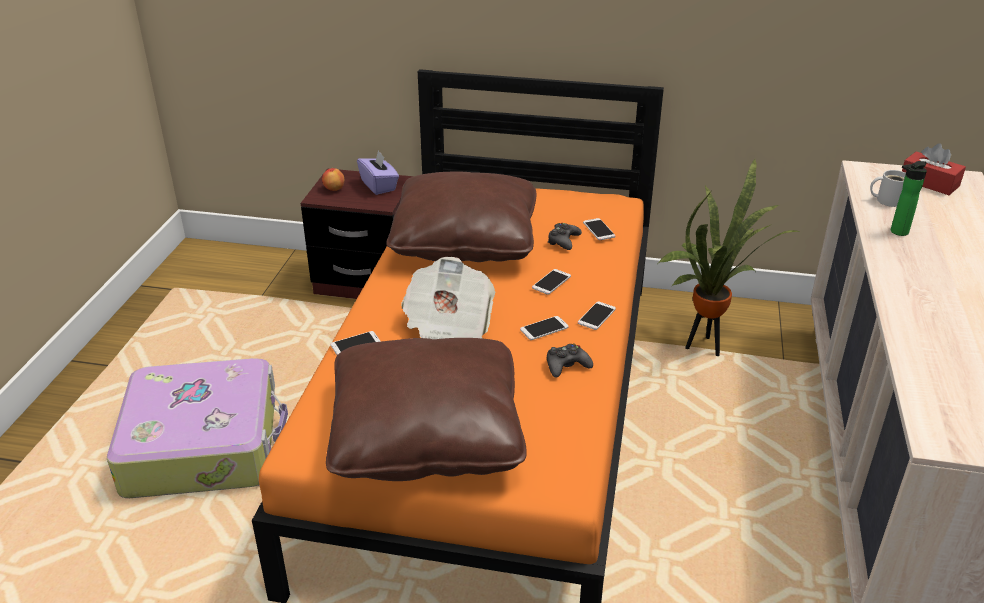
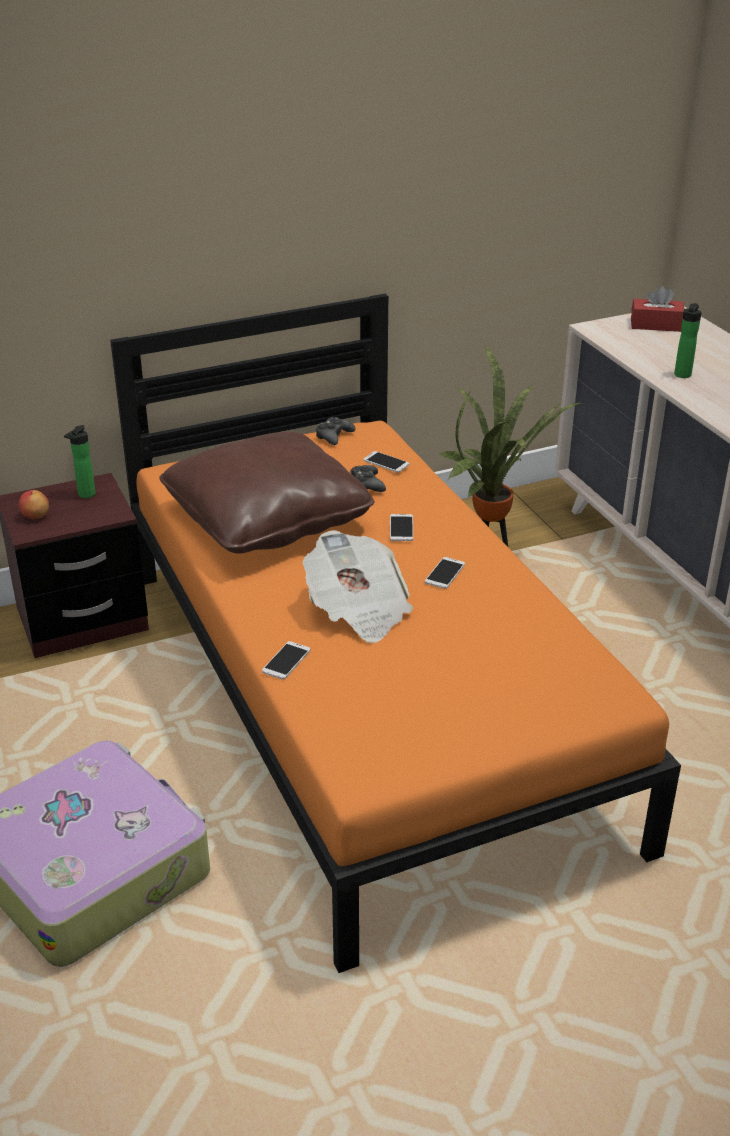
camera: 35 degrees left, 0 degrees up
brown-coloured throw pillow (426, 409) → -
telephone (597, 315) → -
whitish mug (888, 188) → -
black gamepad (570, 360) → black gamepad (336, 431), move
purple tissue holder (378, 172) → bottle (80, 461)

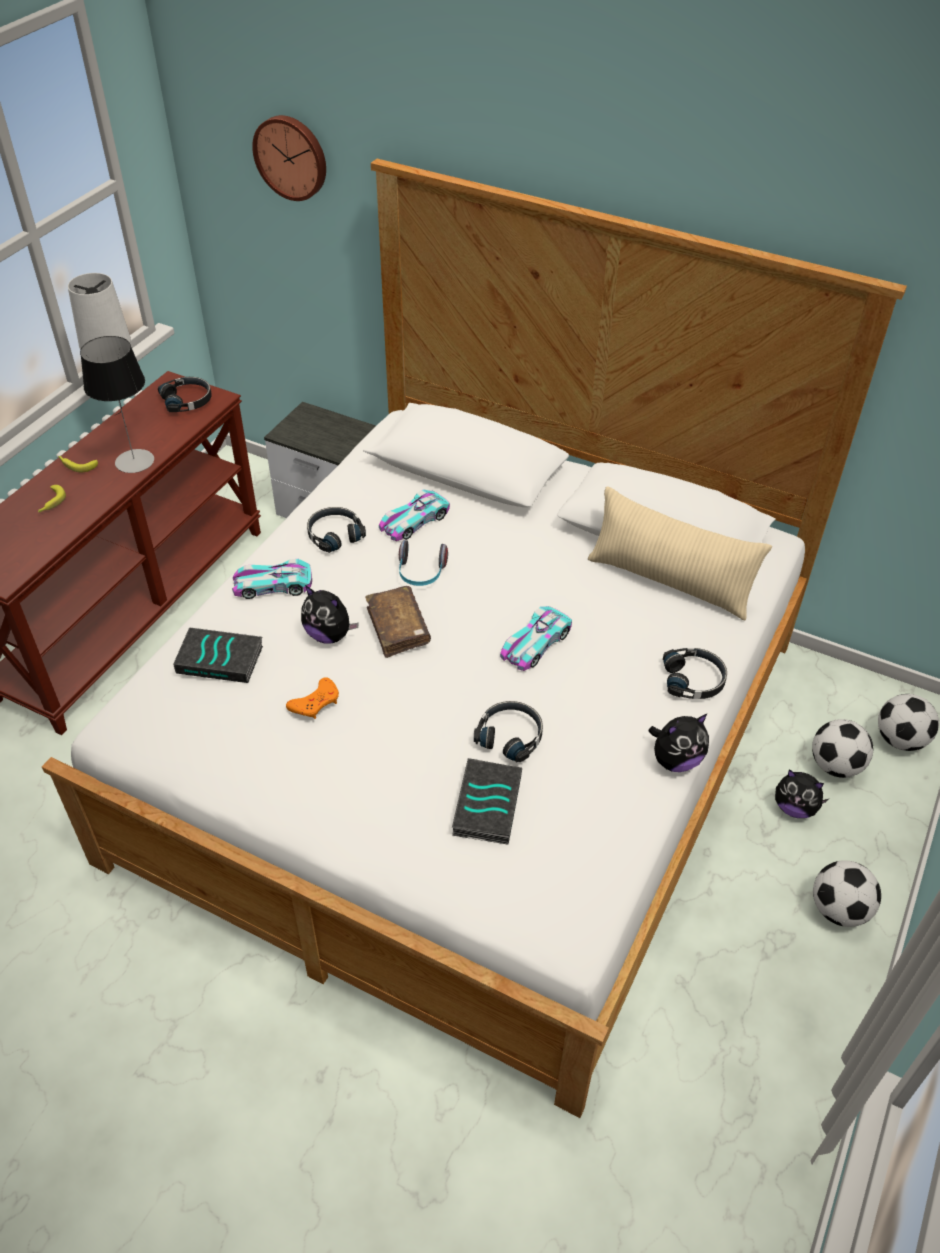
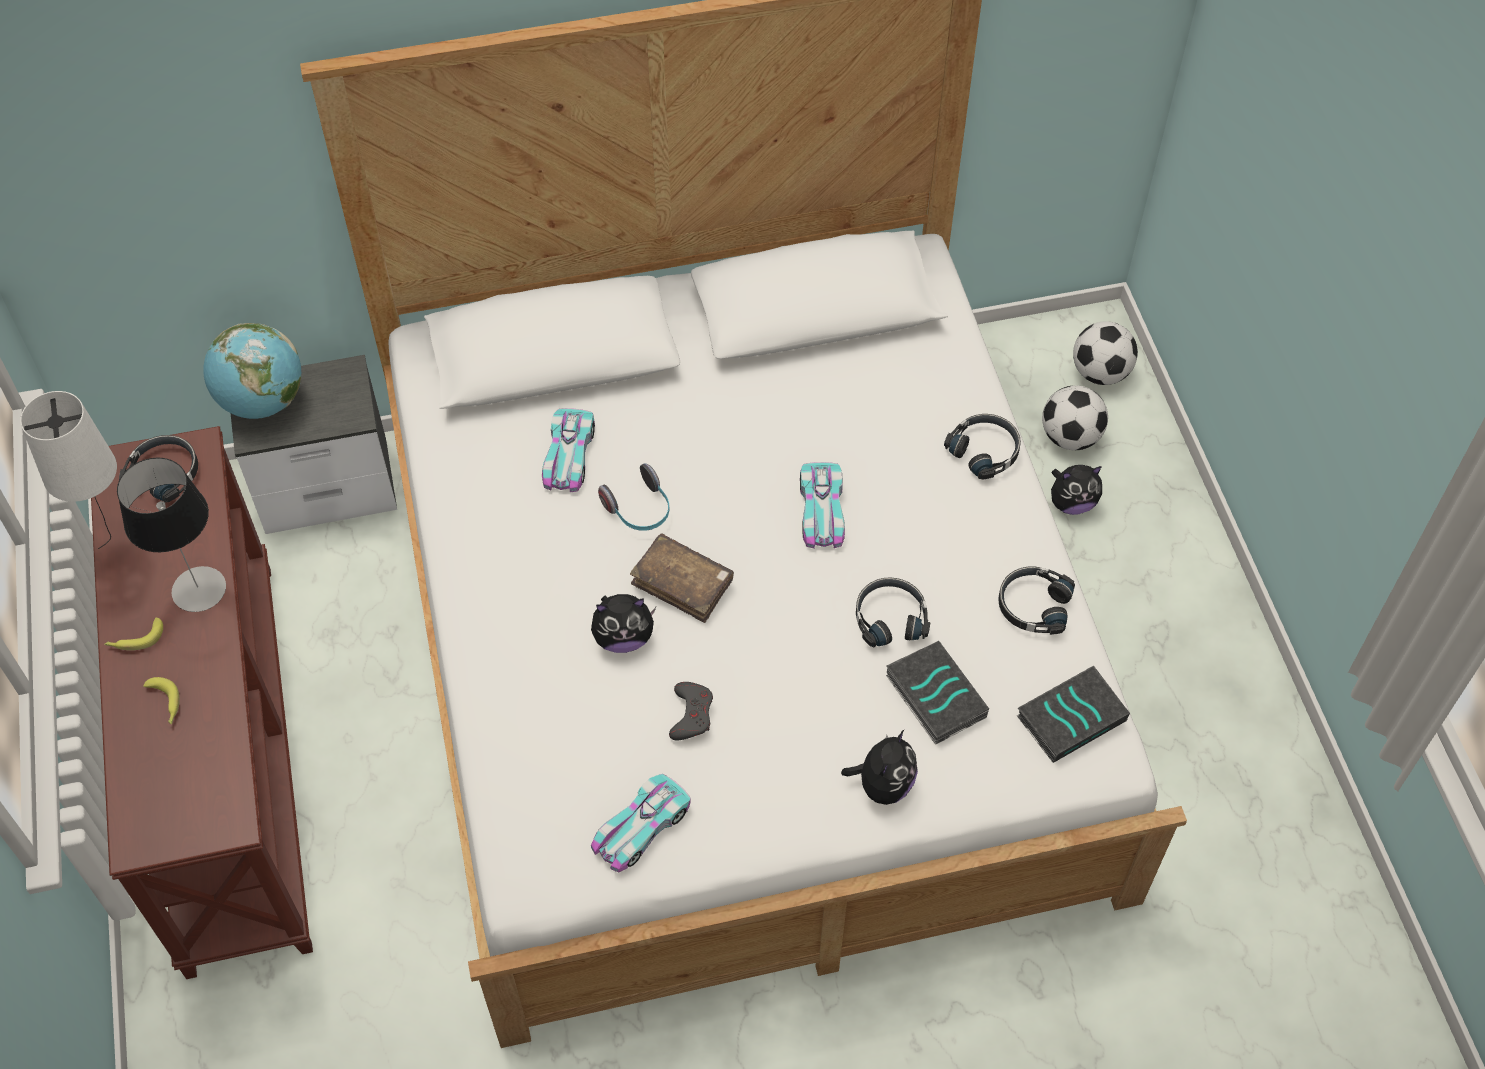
camera: 40 degrees left, 10 degrees up
wall clock (289, 158) → -
beige-coloured throw pillow (680, 553) → -
ball for football (847, 893) → -
- → globe (252, 371)
volume (218, 655) → volume (1073, 714), move
model car (272, 579) → model car (641, 823), move
black pair of headphones (336, 530) → black pair of headphones (1036, 600), move
plush toy (678, 742) → plush toy (879, 767), move
orange-coloured gamepad (312, 698) → grey gamepad (691, 711)

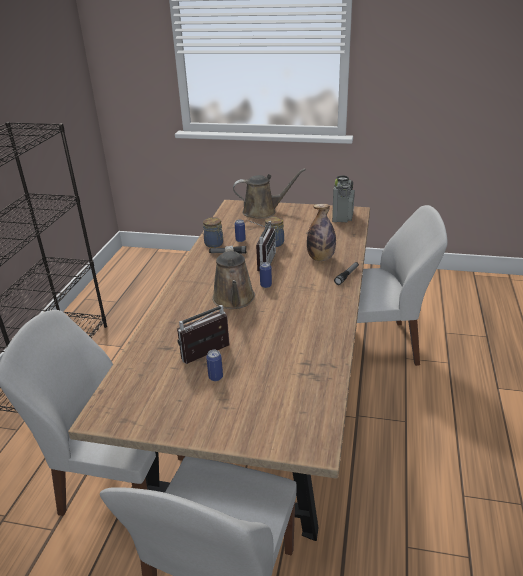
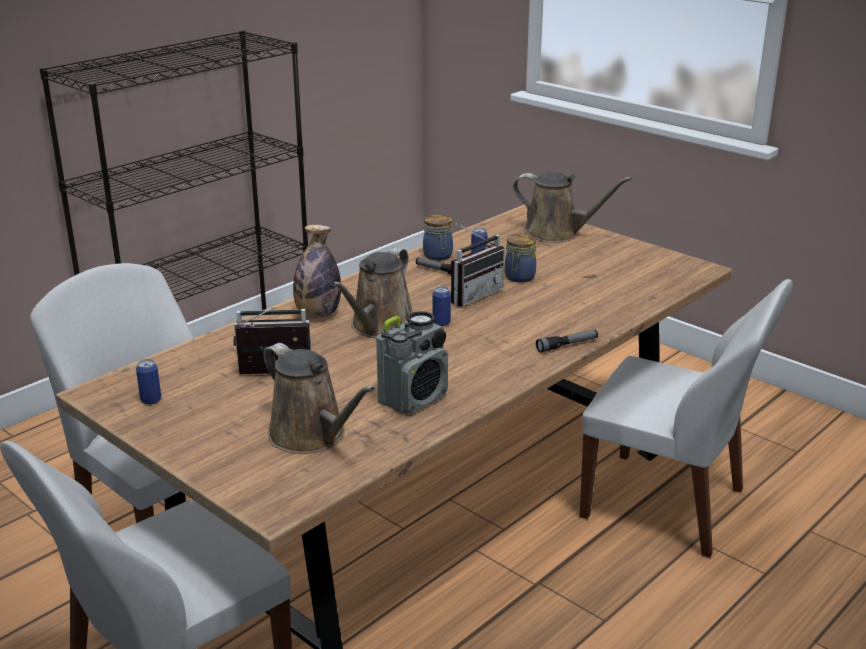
camera: 30 degrees right, 5 degrees down
- → brown-coloured sprinkling can (319, 398)
metal can (214, 365) → metal can (148, 382), move
bottle (321, 232) → bottle (317, 271), move
radio (343, 199) → radio (412, 362), move

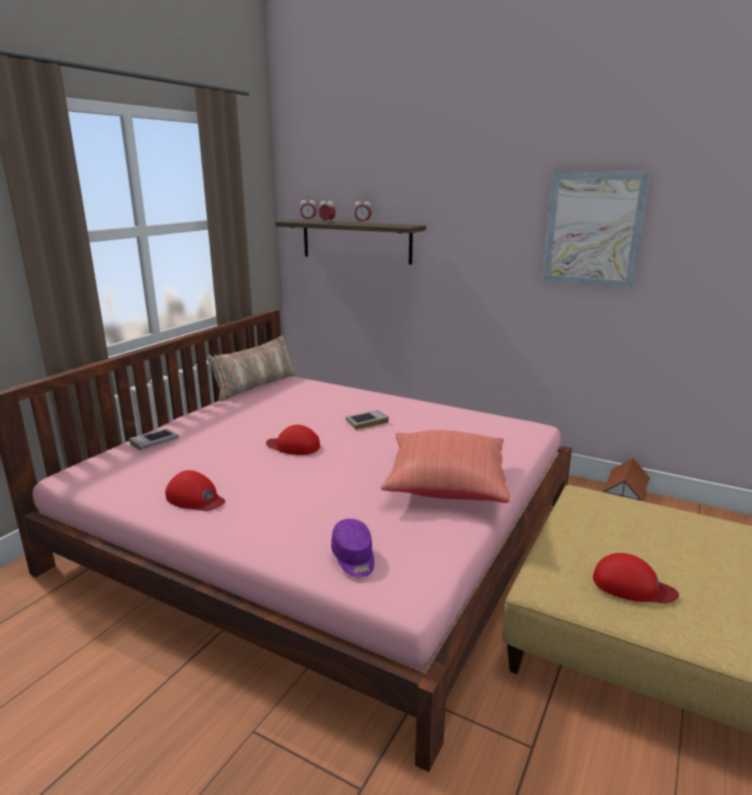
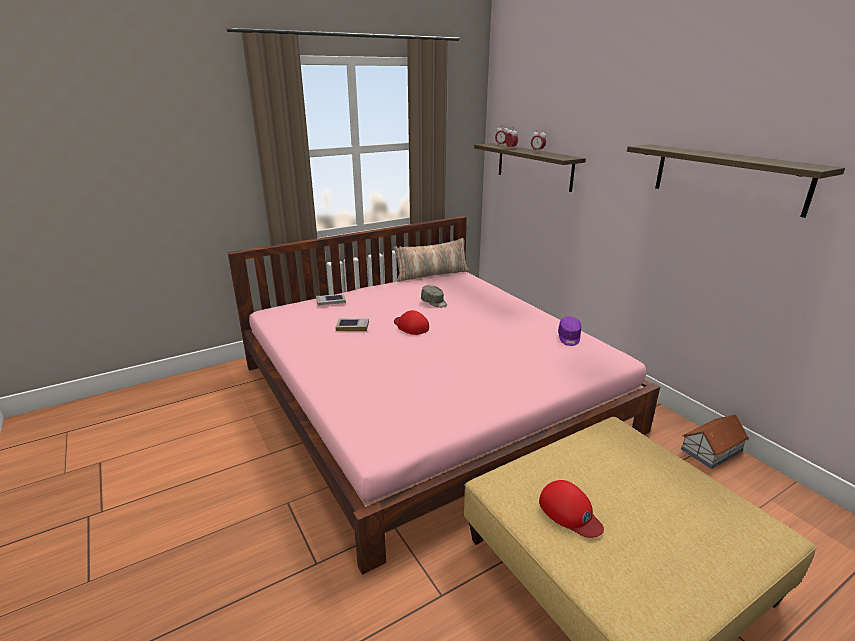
camera: 30 degrees right, 5 degrees up
red-coloured baseball cap (195, 490) → -
red-coloured throw pillow (445, 466) → -
- → grey baseball cap (434, 296)
purple baseball cap (352, 548) → purple baseball cap (569, 331), move
volume (367, 420) → volume (352, 324), move
picture (596, 229) → shelf (736, 181)

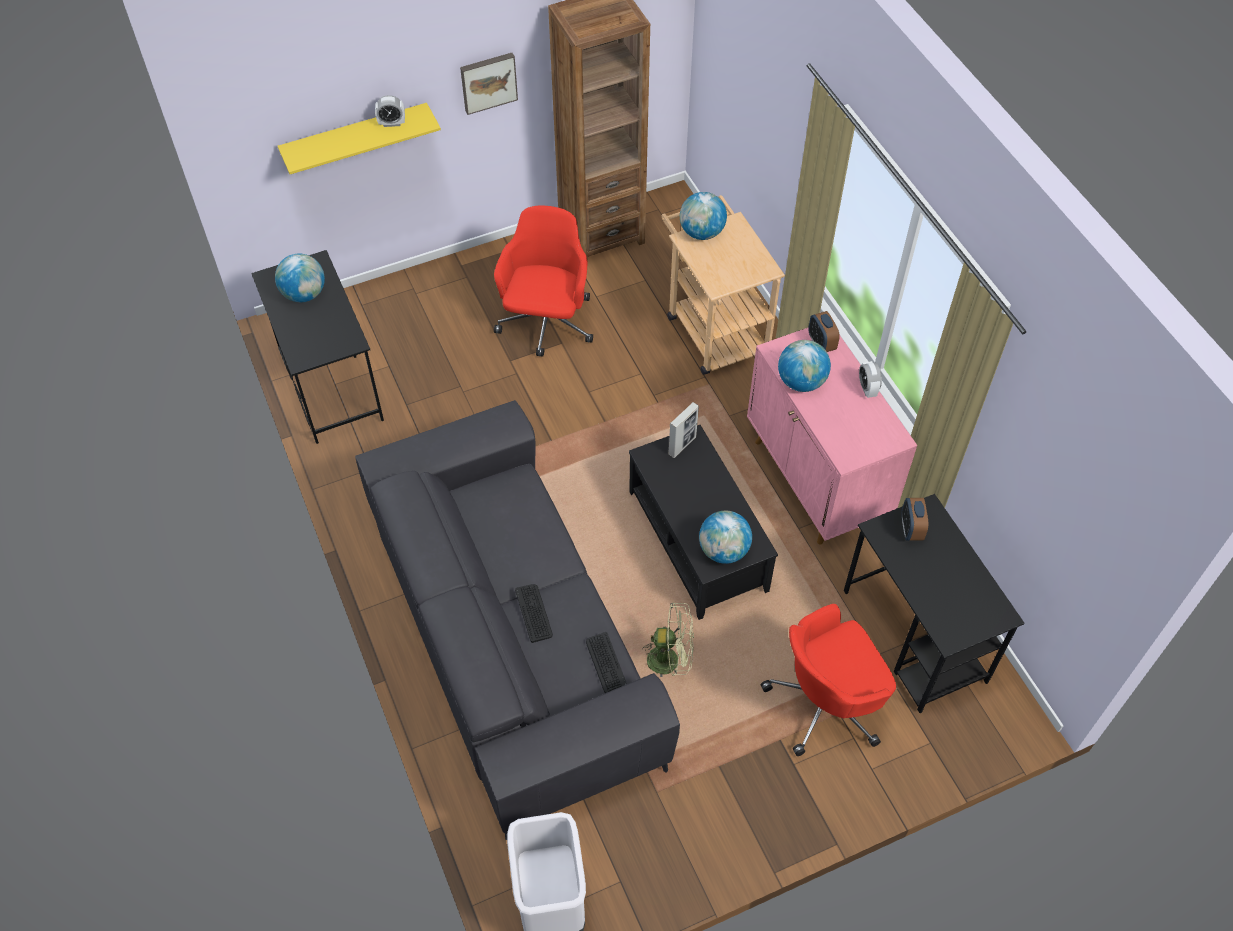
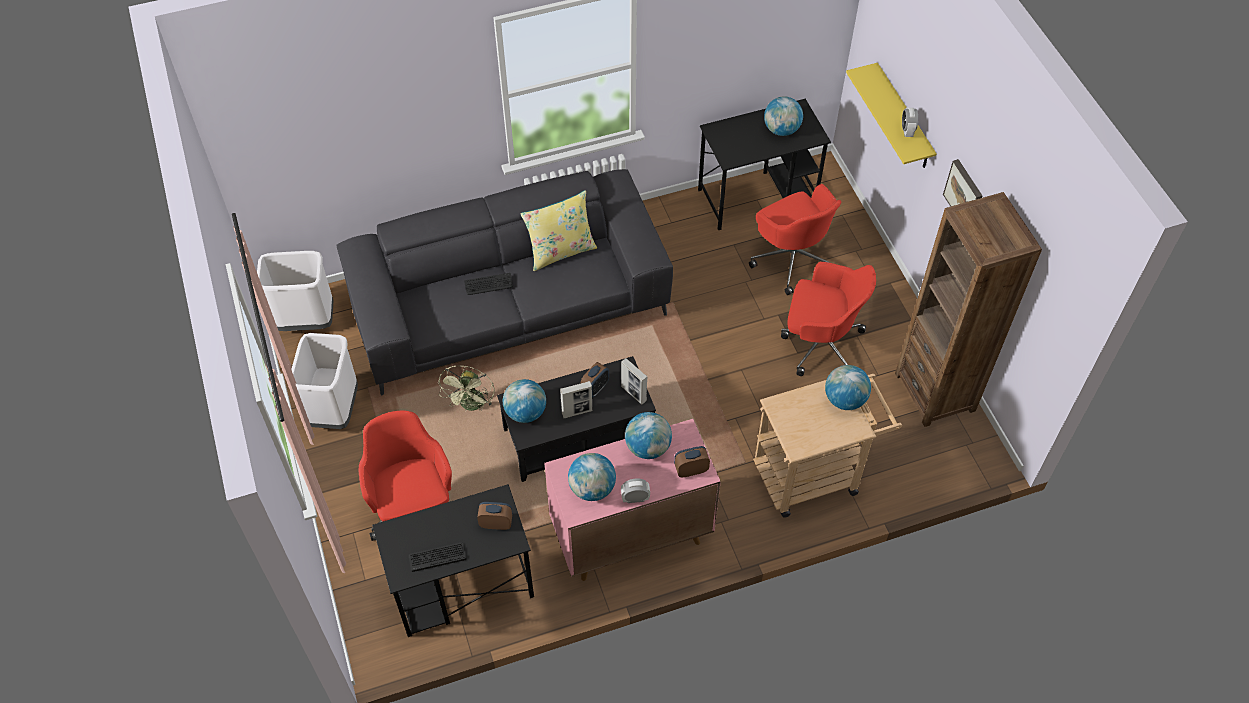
camera: 95 degrees right, 0 degrees up
- → whitish rubbish bin (324, 381)
- → yellow-coloured throw pillow (558, 230)
- → standing frame (576, 399)
- → globe (592, 477)
- → alarm clock (595, 380)
- → red-coloured office chair (795, 239)
PC keyboard (606, 662) → PC keyboard (438, 557), move

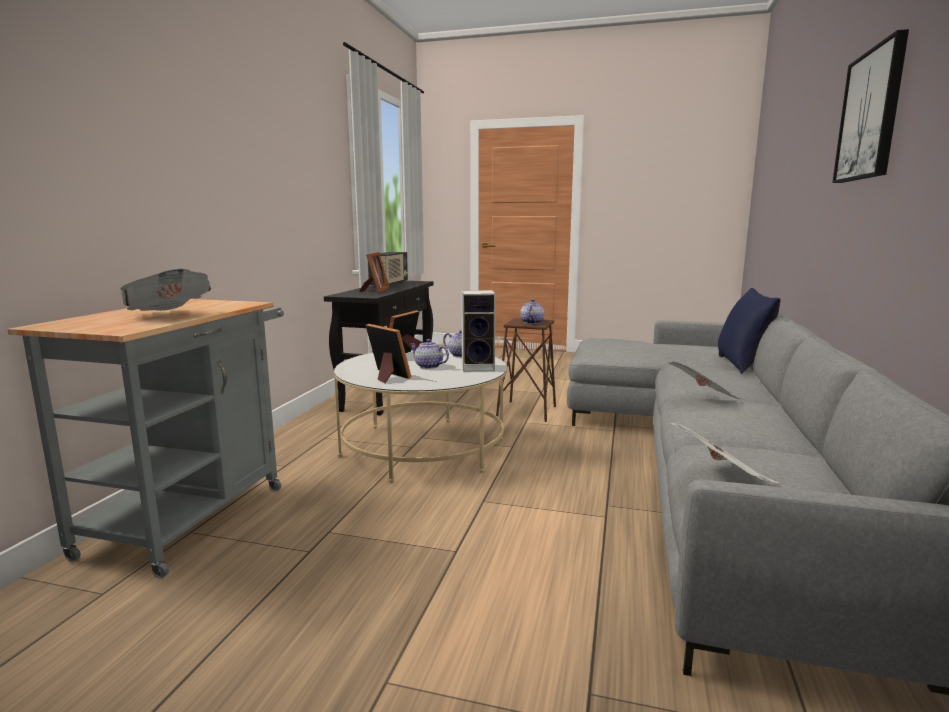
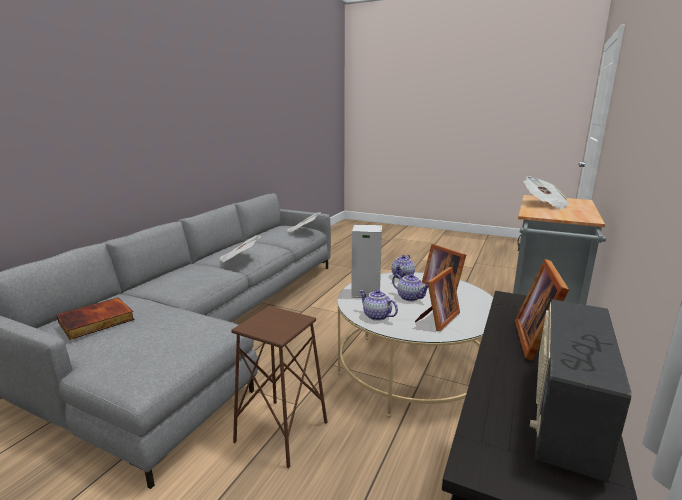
camera: 170 degrees left, 5 degrees up
bluish throw pillow (749, 331) → -
picture (870, 106) → -
- → volume (95, 318)
teapot (532, 311) → teapot (403, 267), move

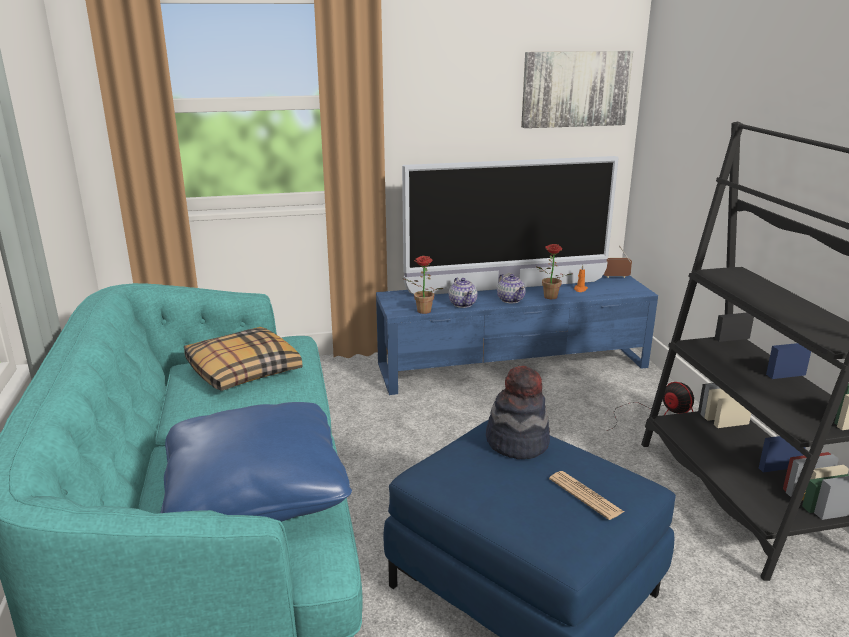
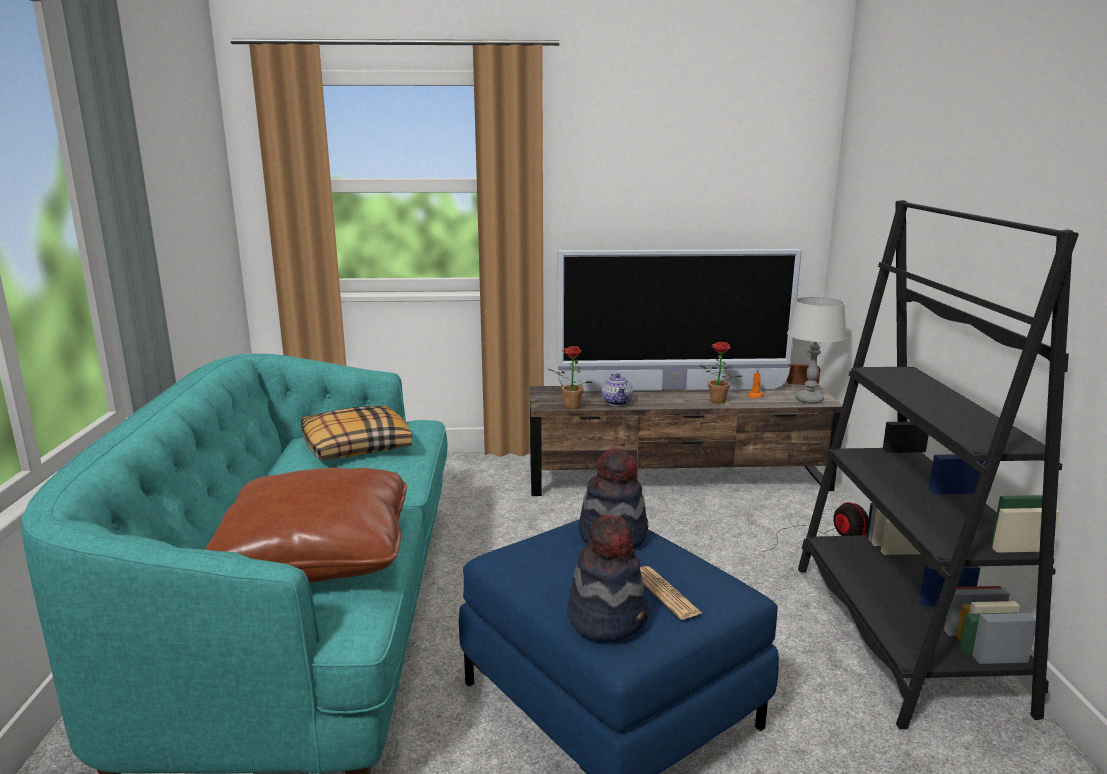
camera: 10 degrees right, 5 degrees down
teapot (511, 289) → -
picture (577, 89) → -
- → clothing hat (608, 577)
- → grey table lamp (817, 350)
bluish throw pillow (256, 462) → brown-coloured throw pillow (306, 525)
bluish tv stand (517, 335) → brown-coloured tv stand (686, 439)

